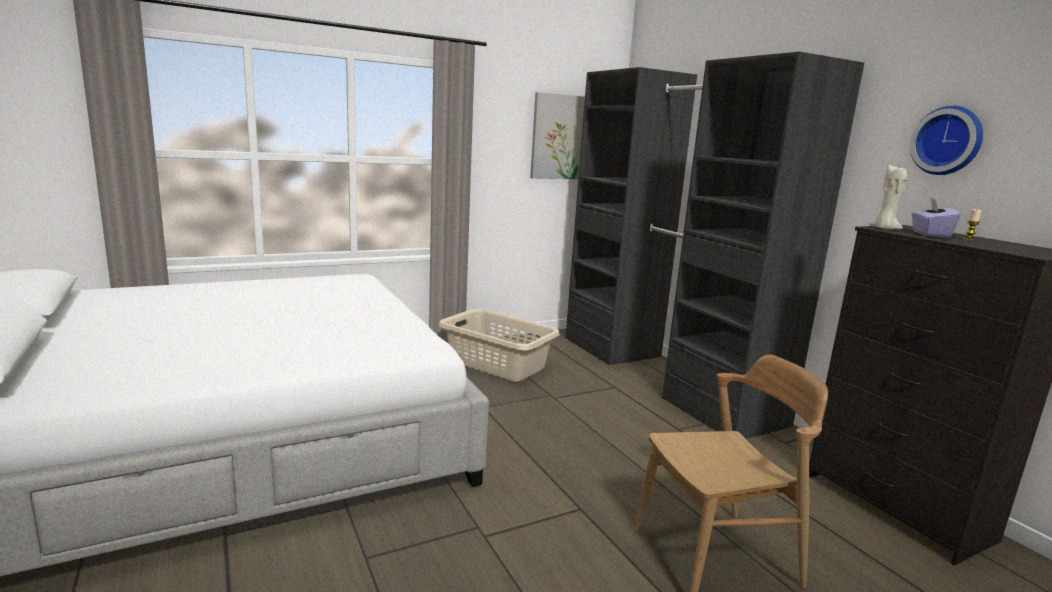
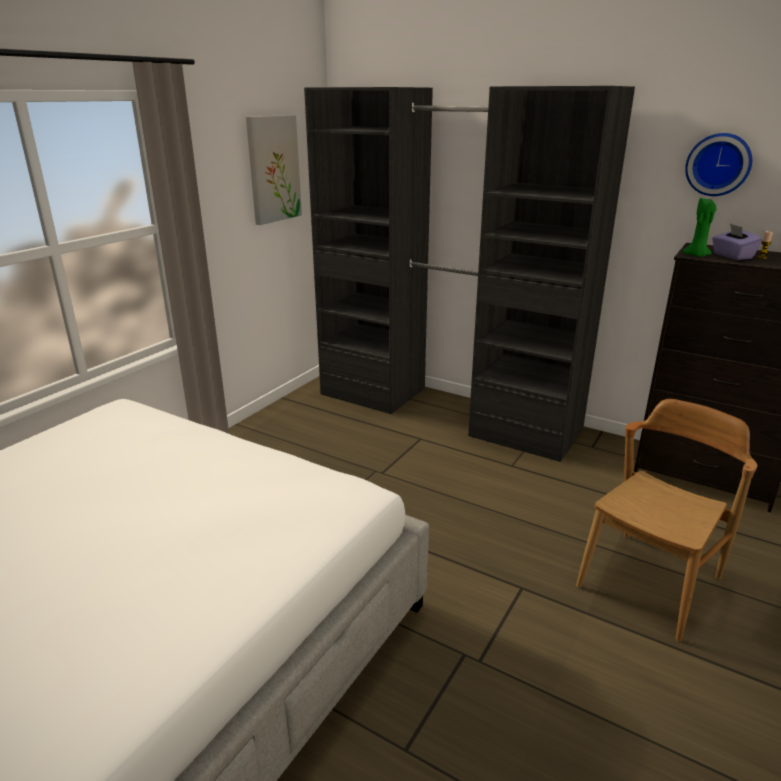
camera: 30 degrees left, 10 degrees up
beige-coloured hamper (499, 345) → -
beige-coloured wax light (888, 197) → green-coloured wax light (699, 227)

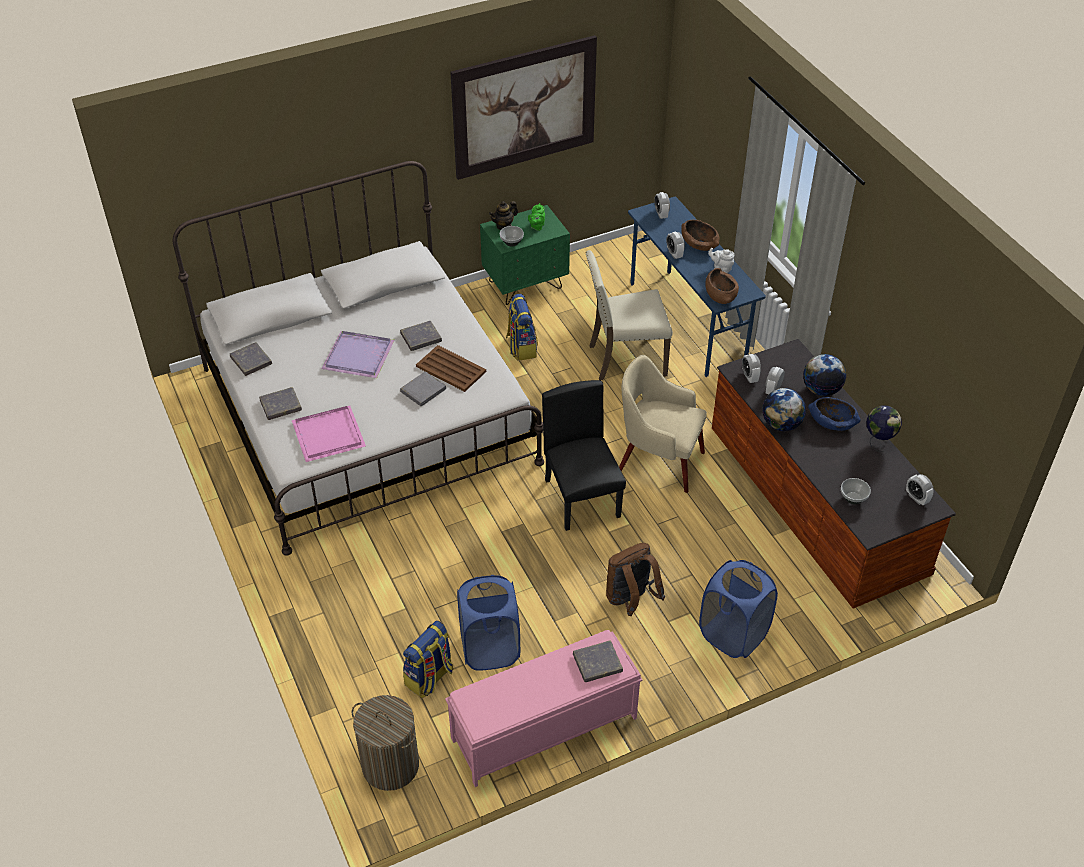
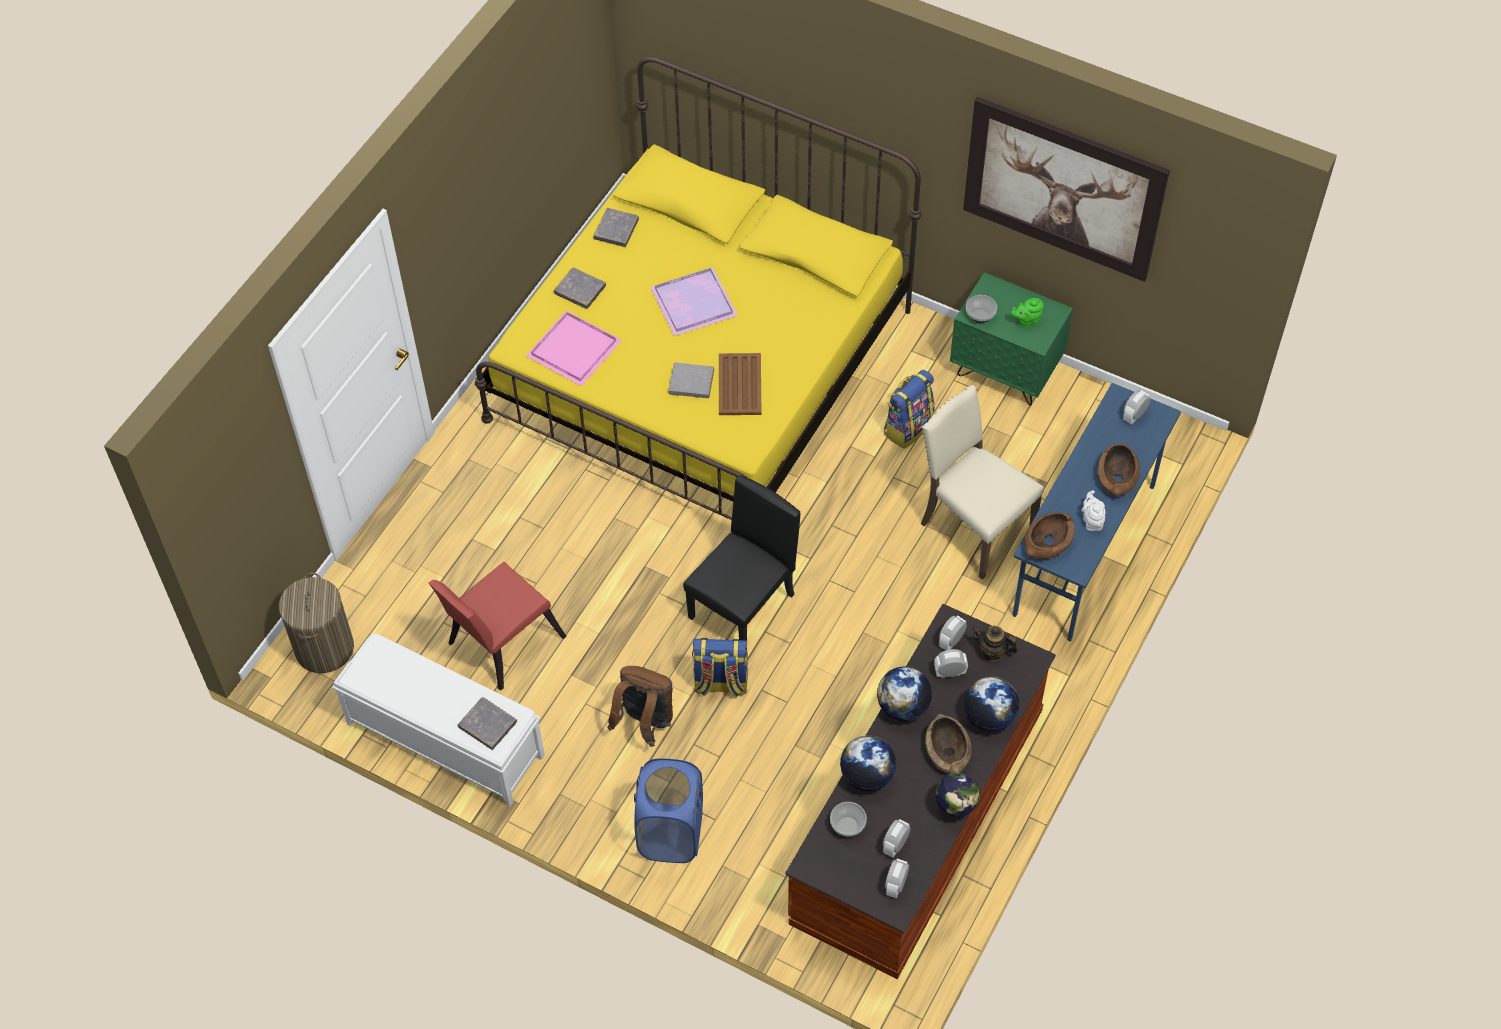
camera: 55 degrees right, 10 degrees up
grey volume (421, 336) → -
beige-coloured easy chair (663, 424) → -
- → globe (868, 763)
knapsack (428, 659) → knapsack (720, 668), move
teapot (503, 215) → teapot (995, 643), move
alarm clock (675, 245) → alarm clock (897, 838), move
bluish hamper (488, 623) → red-coloured chair (497, 626)
whitish sleeping bed (358, 358) → yellow-coloured sleeping bed (698, 288)
pink bench (543, 708) → whitish bench (438, 720)
bluish deep dish (834, 414) → brown-coloured deep dish (948, 743)

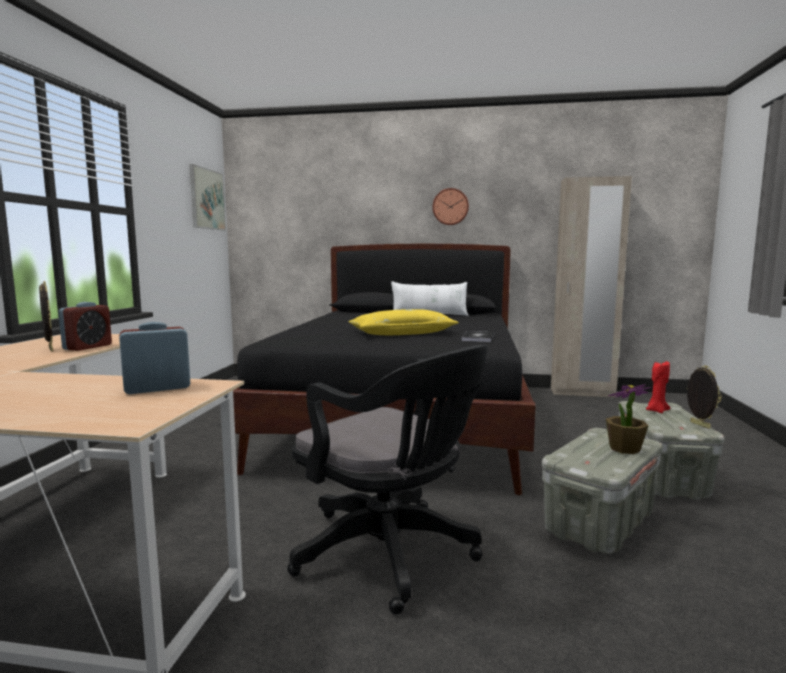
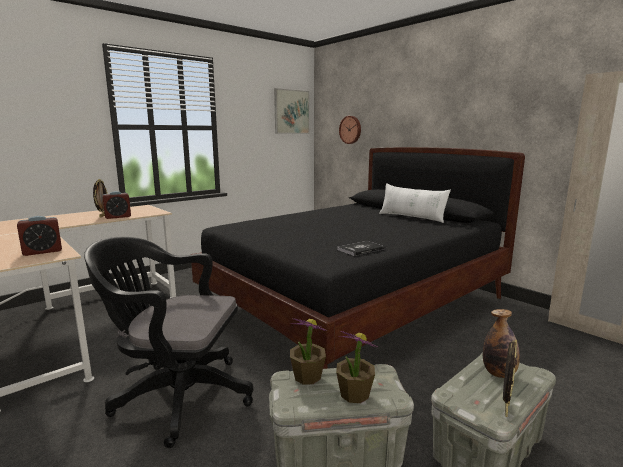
camera: 40 degrees right, 5 degrees up
yellow-coloured throw pillow (404, 322) → -
- → potted plant (308, 351)
wall clock (450, 206) → wall clock (350, 130), move
red-coloured wax light (658, 387) → bottle (501, 343)
alarm clock (154, 358) → alarm clock (39, 236), 135 degrees clockwise
black office chair (387, 480) → black office chair (168, 342), 105 degrees clockwise

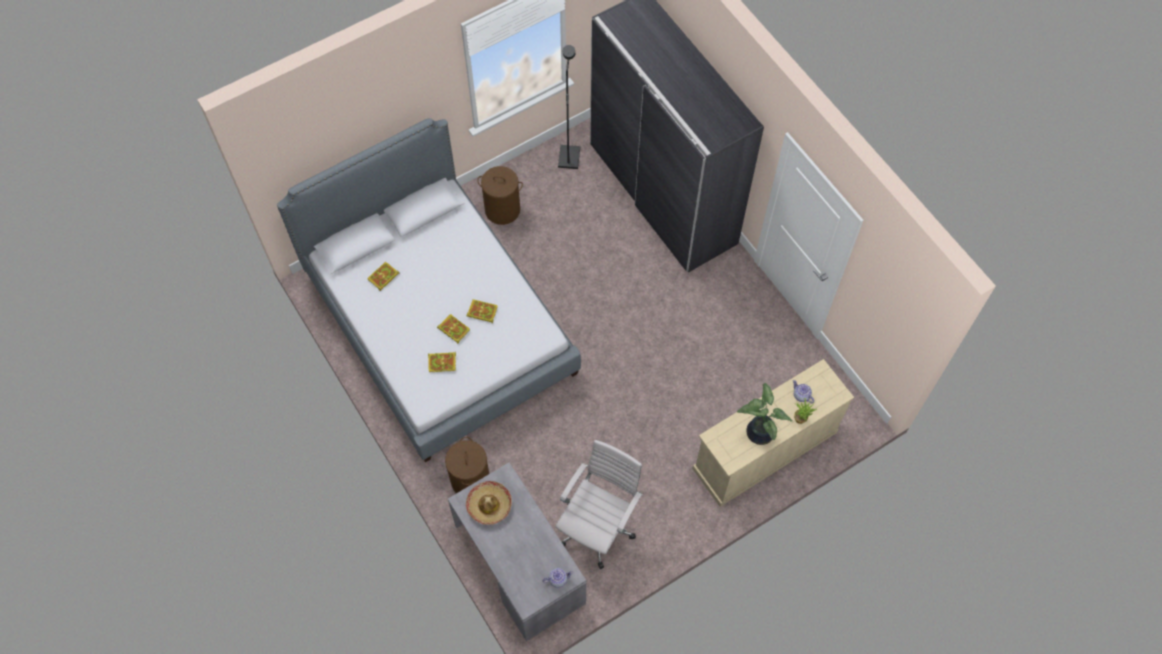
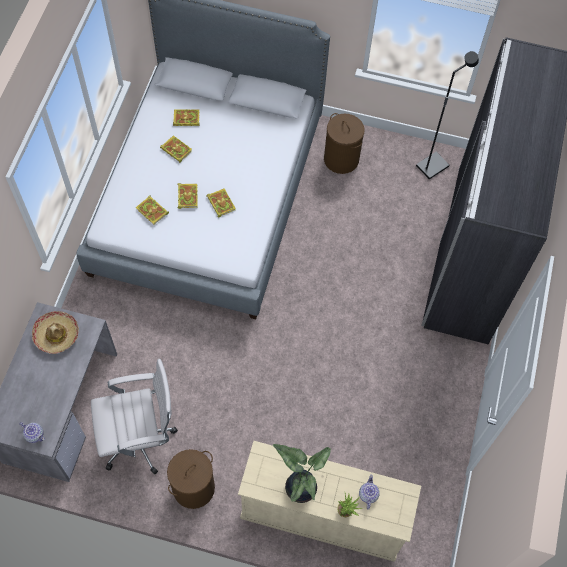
camera: 45 degrees right, 0 degrees up
- → volume (176, 149)
brown-coloured hamper (467, 465) → brown-coloured hamper (191, 479), move

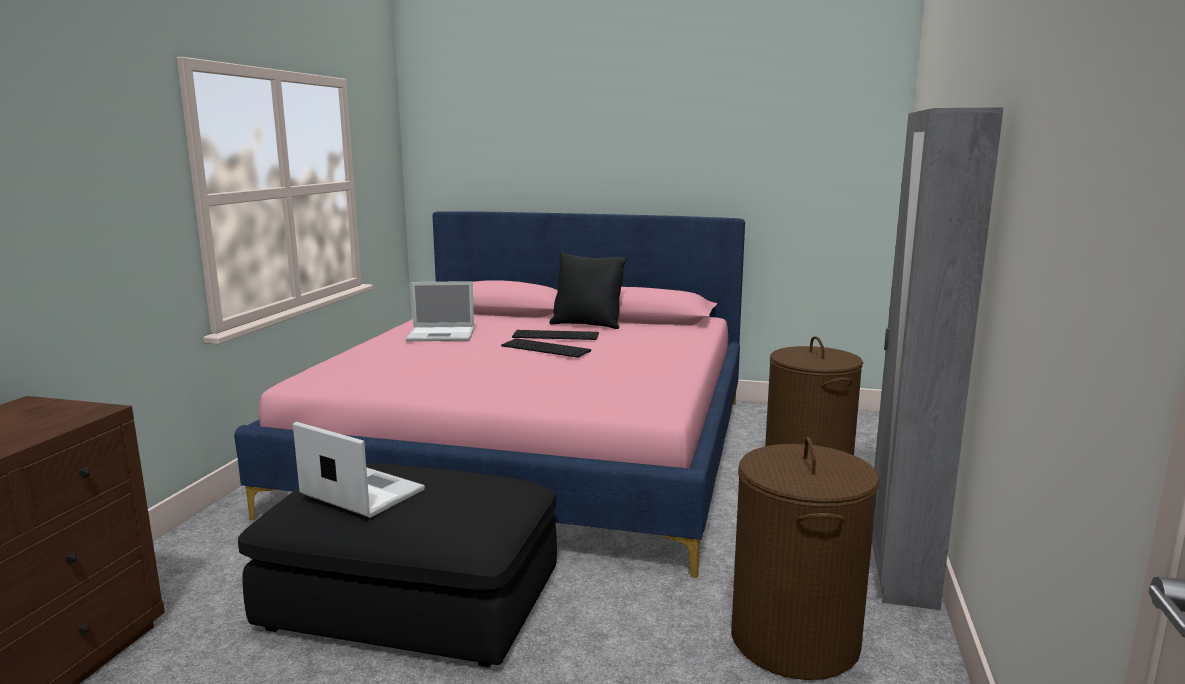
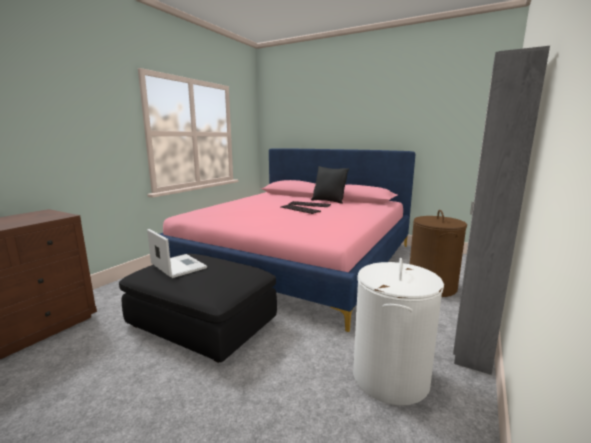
camera: 15 degrees right, 0 degrees up
portable computer (440, 311) → -
brown-coloured hamper (805, 558) → whitish hamper (398, 332)

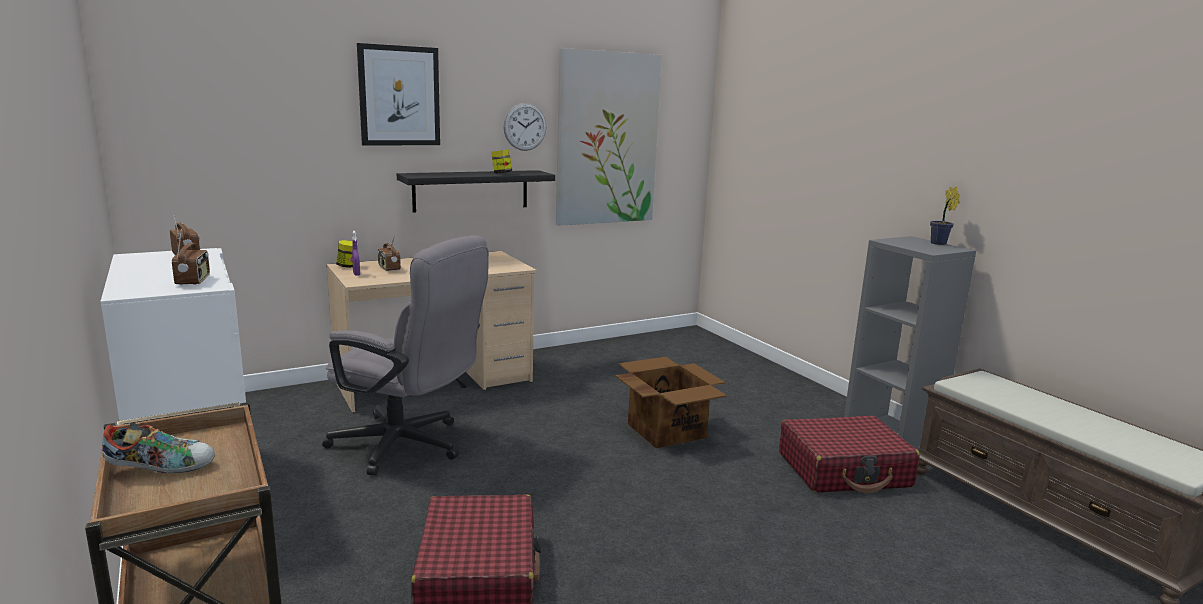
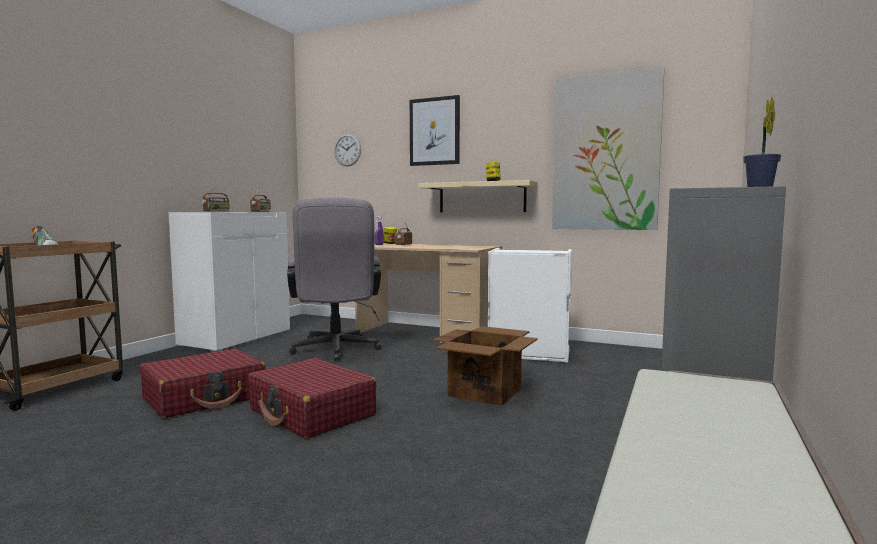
camera: 55 degrees right, 10 degrees down
- → whitish hamper (530, 305)
wall clock (525, 127) → wall clock (347, 150), move
red-coloured suitcase (849, 454) → red-coloured suitcase (312, 398), move
black shelf (476, 191) → beige-coloured shelf (478, 196)

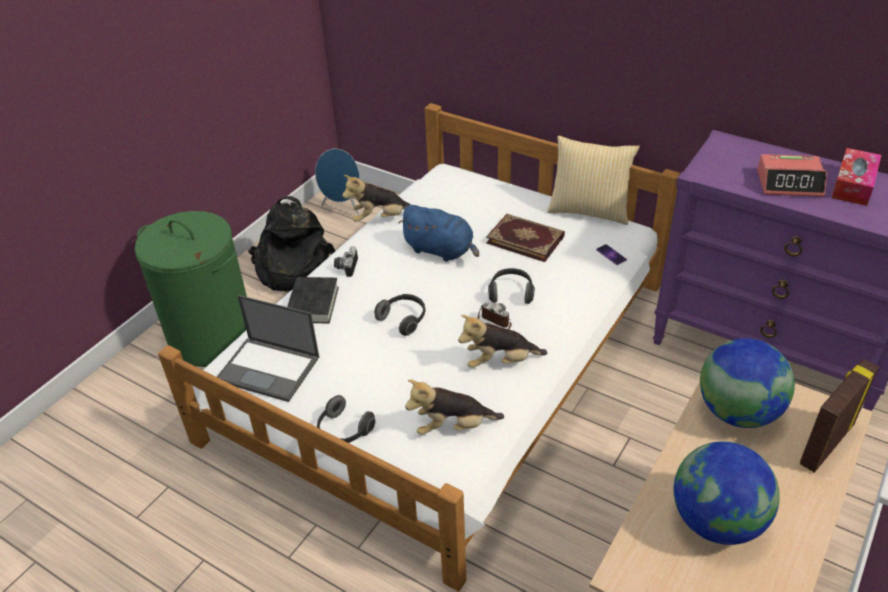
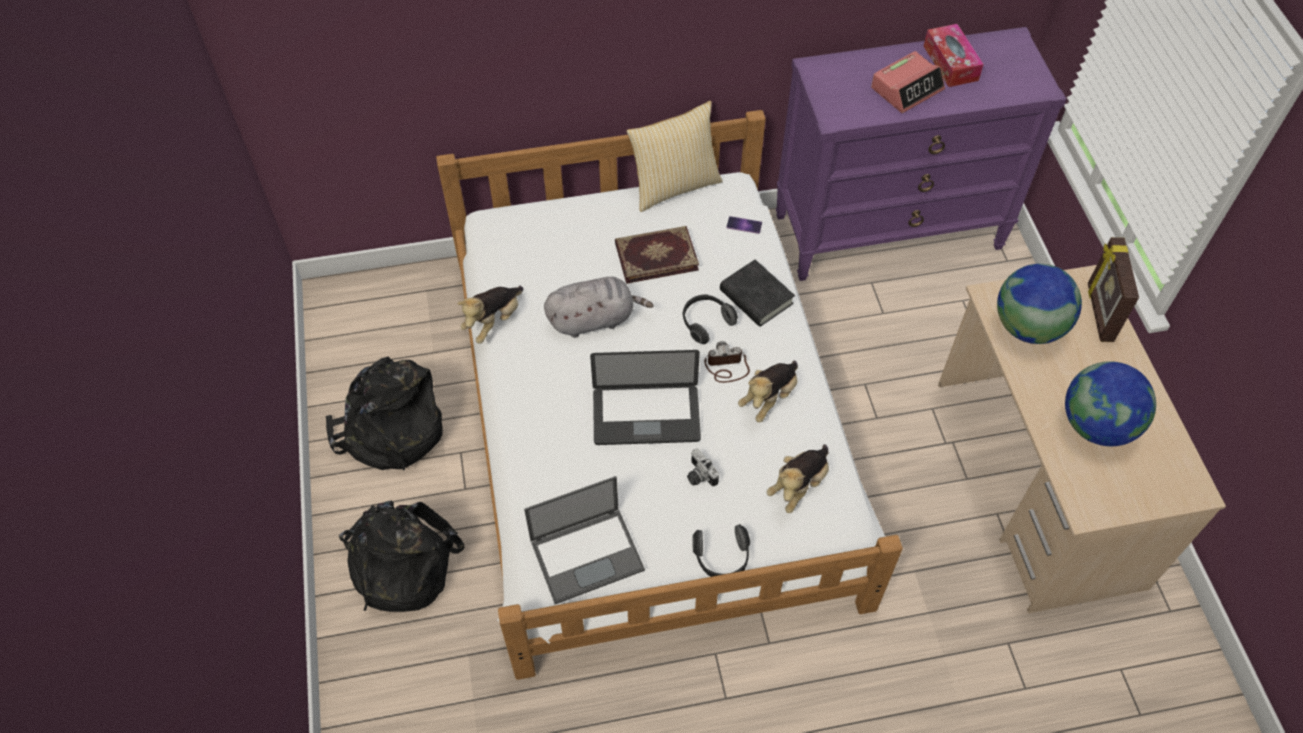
camera: 45 degrees left, 15 degrees up
bluish speaker (337, 182) → -
black volume (313, 300) → black volume (757, 293), move
photo camera (346, 261) → photo camera (703, 467), move
green-coloured hamper (191, 289) → black knapsack (402, 556)
pair of headphones (400, 315) → portable computer (645, 397)
bluish plush toy (438, 233) → grey plush toy (599, 307)

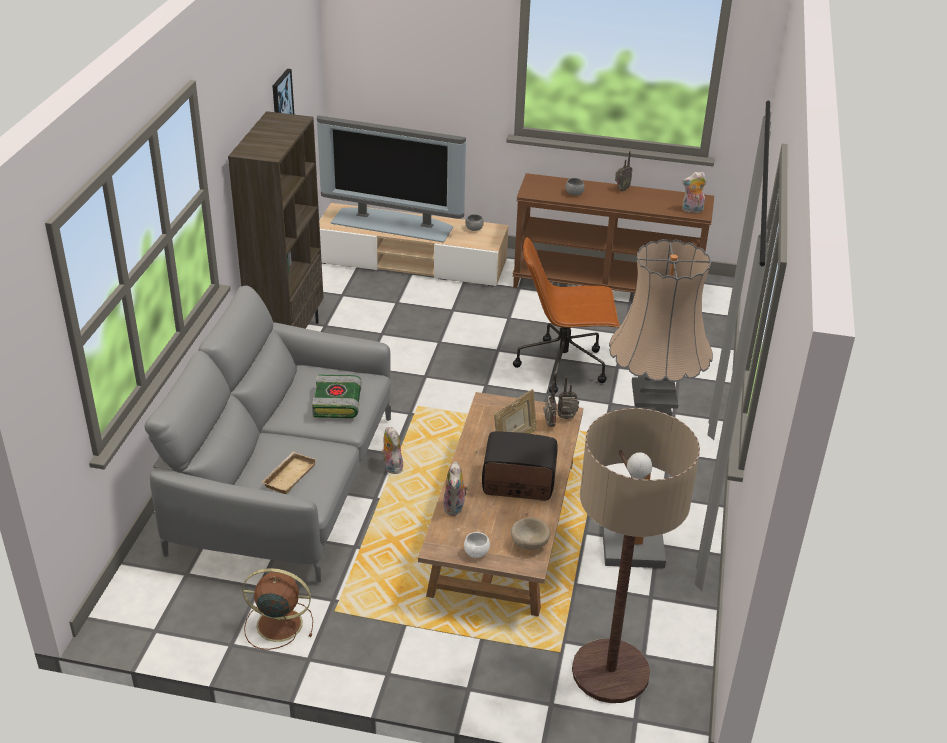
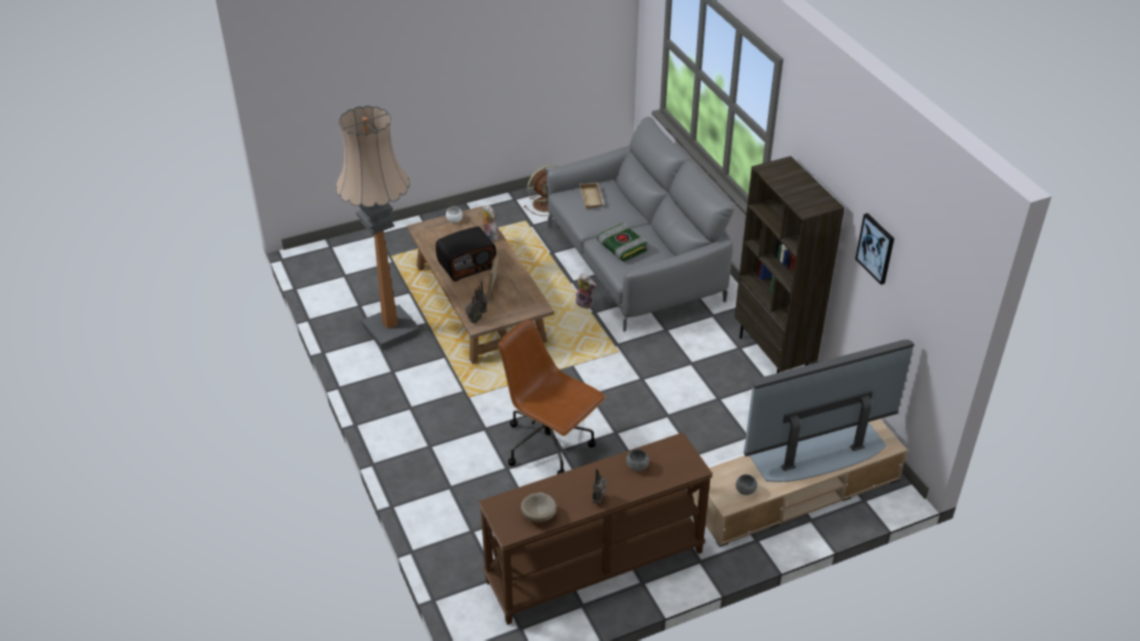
camera: 145 degrees right, 5 degrees up
standing lamp (636, 555) → -
plush toy (694, 192) → -
beige-coloured deep dish (530, 533) → beige-coloured deep dish (539, 507), move
brown-coloured office chair (566, 315) → brown-coloured office chair (552, 396), 105 degrees counterclockwise

